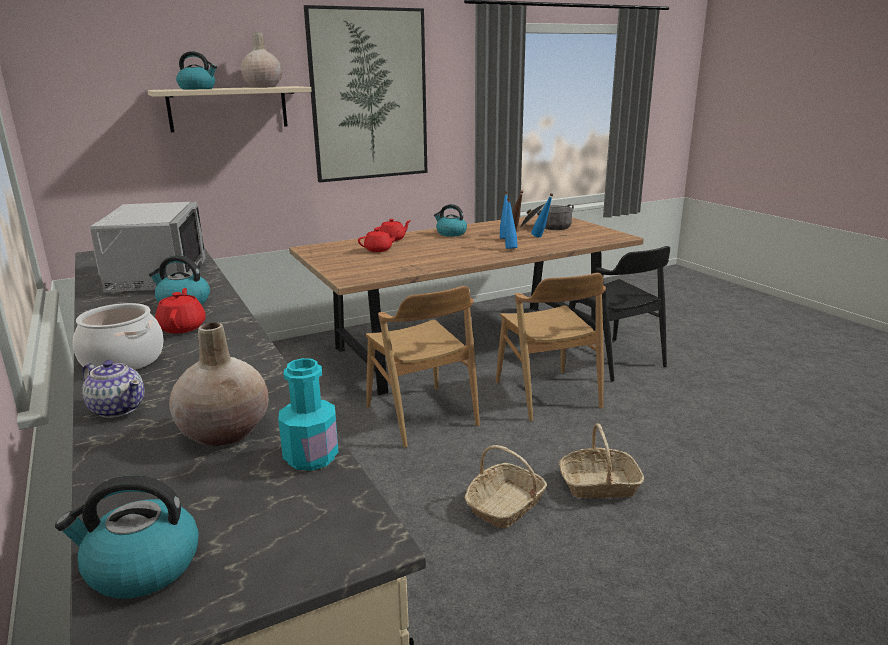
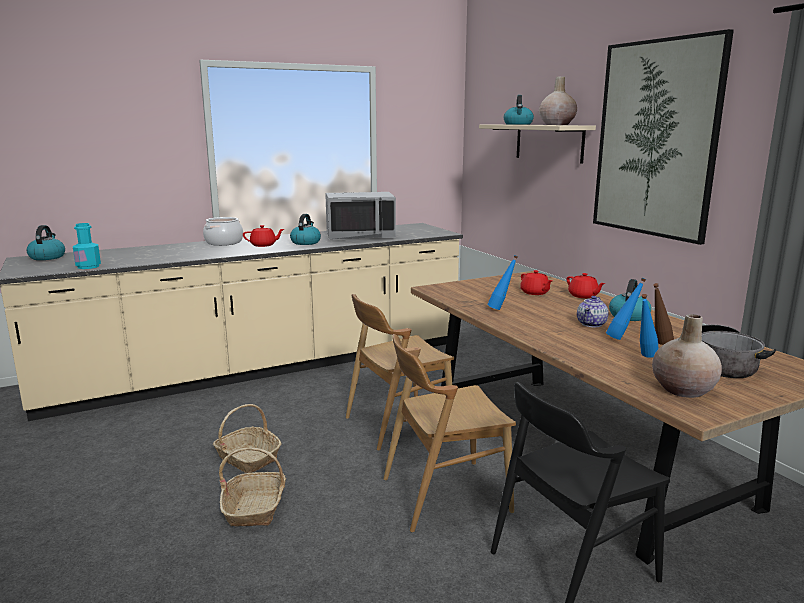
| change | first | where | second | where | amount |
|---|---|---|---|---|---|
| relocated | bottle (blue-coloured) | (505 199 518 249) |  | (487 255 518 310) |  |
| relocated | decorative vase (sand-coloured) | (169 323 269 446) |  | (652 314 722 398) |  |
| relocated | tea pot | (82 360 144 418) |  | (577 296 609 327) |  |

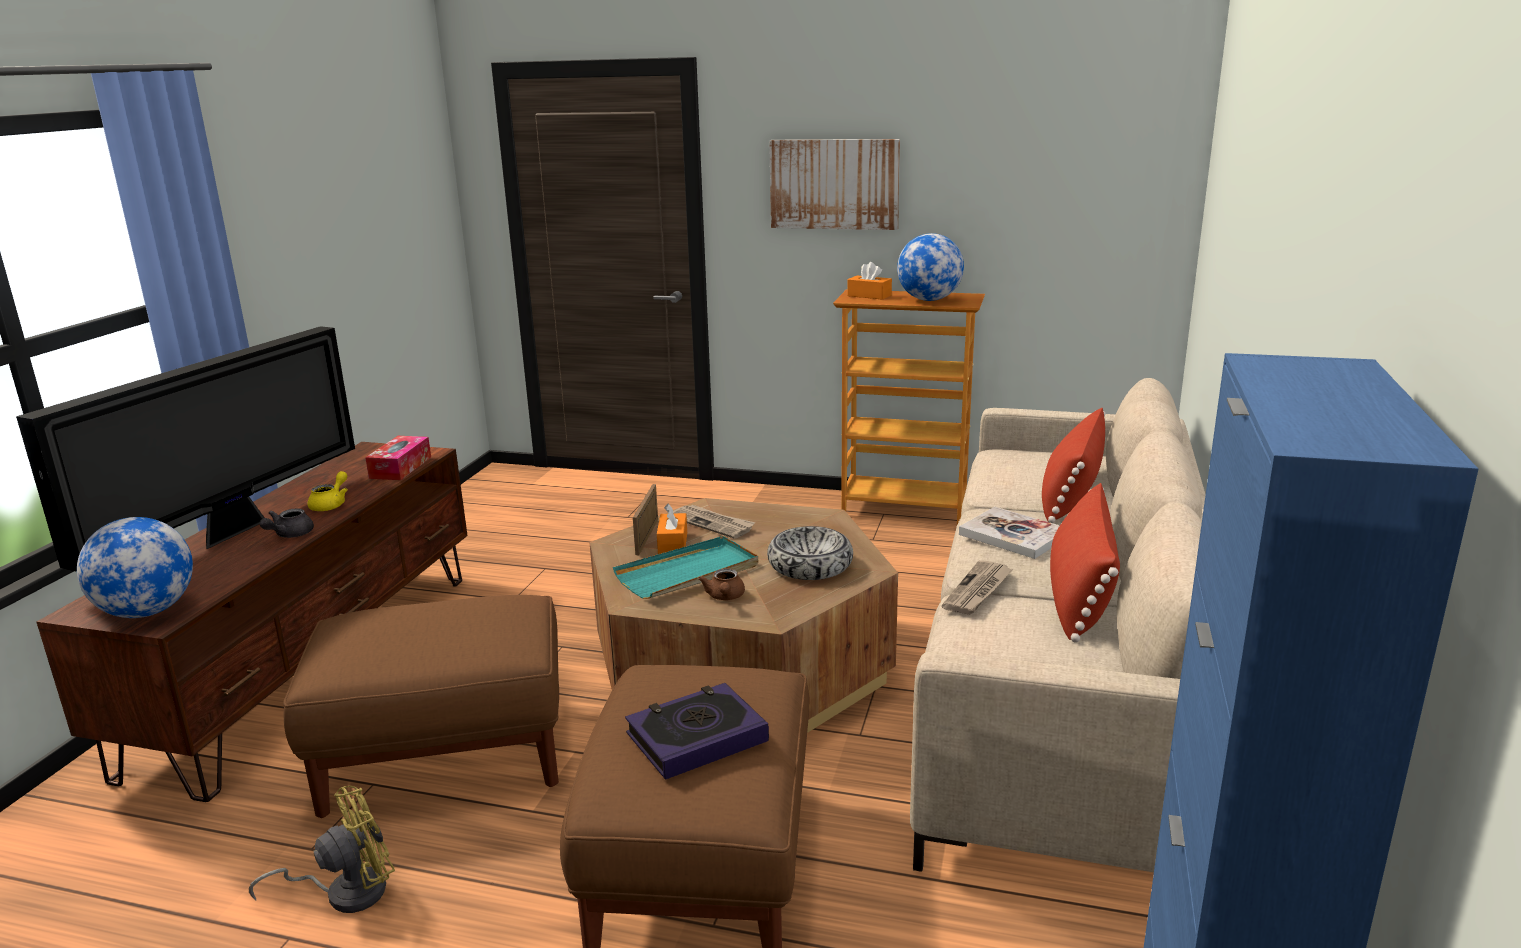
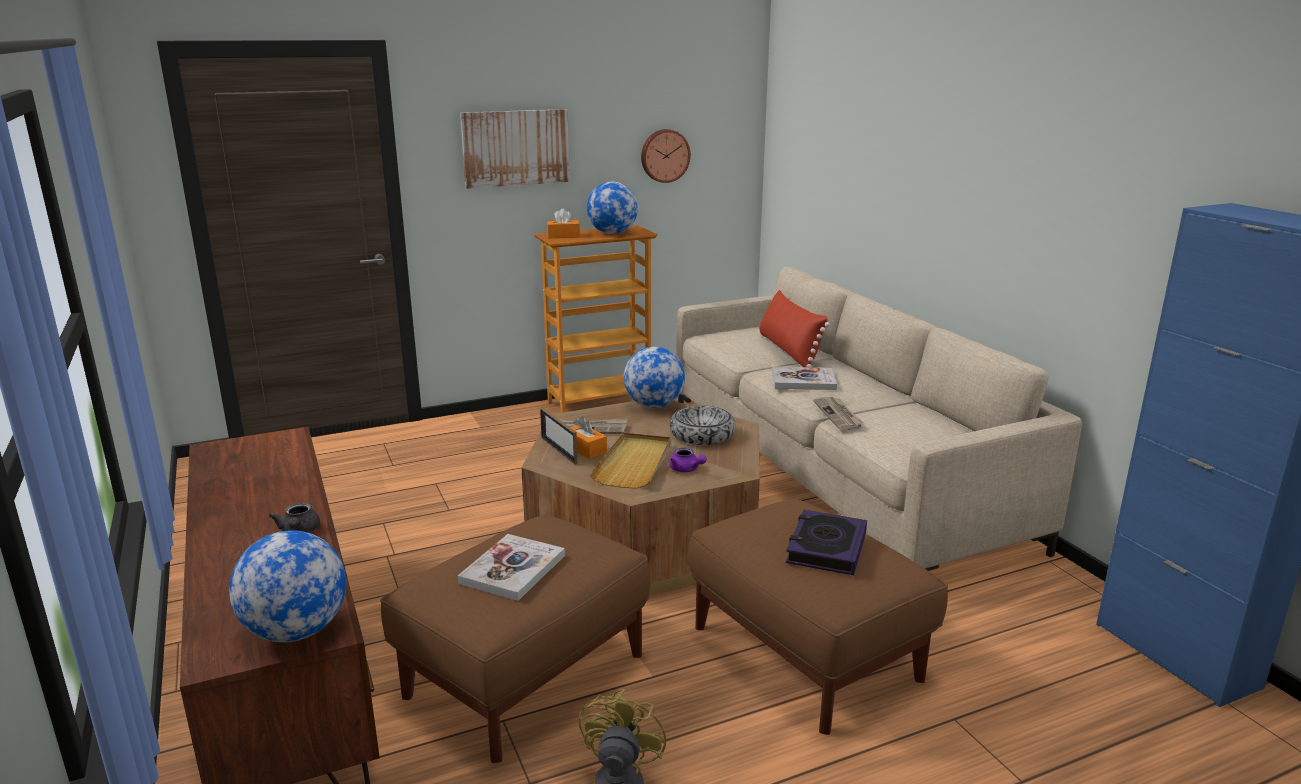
| change | first | where | second | where | amount |
|---|---|---|---|---|---|
| missing | TV set | (16 326 355 572) |  |  |  |
| missing | box of tissues | (365 436 431 480) |  |  |  |
| missing | tea pot (yellow-coloured) | (307 471 348 511) |  |  |  |
| missing | cushion (red-coloured) | (1050 483 1120 642) |  |  |  |
| colour | serving tray (blue-green) | (613 536 758 599) | serving tray (sand-coloured) | (590 433 671 489) |  |
| colour | tea pot (brown) | (698 569 745 600) | tea pot (purple-coloured) | (669 448 707 472) |  |
| appeared |  |  | clock on the wall | (641 129 691 183) |  |
| appeared |  |  | desk globe | (624 347 685 408) |  |
| appeared |  |  | bound book | (458 534 565 601) |  |

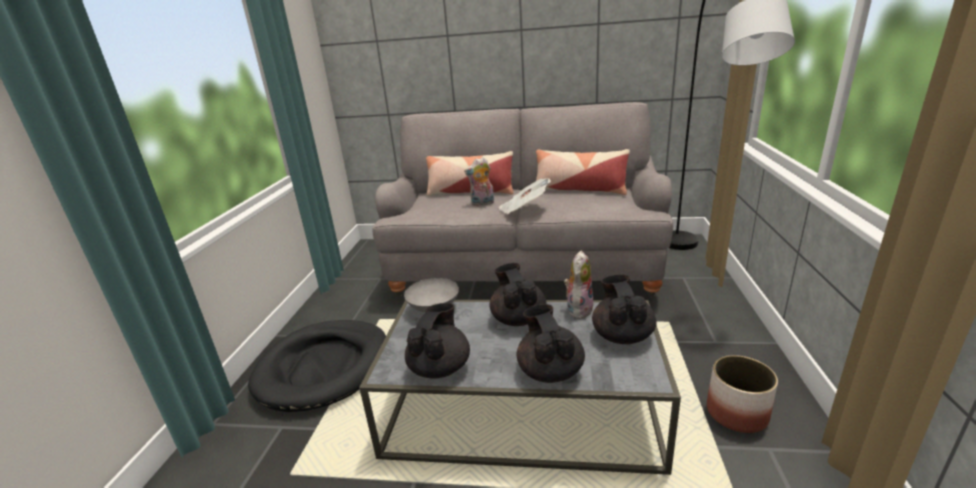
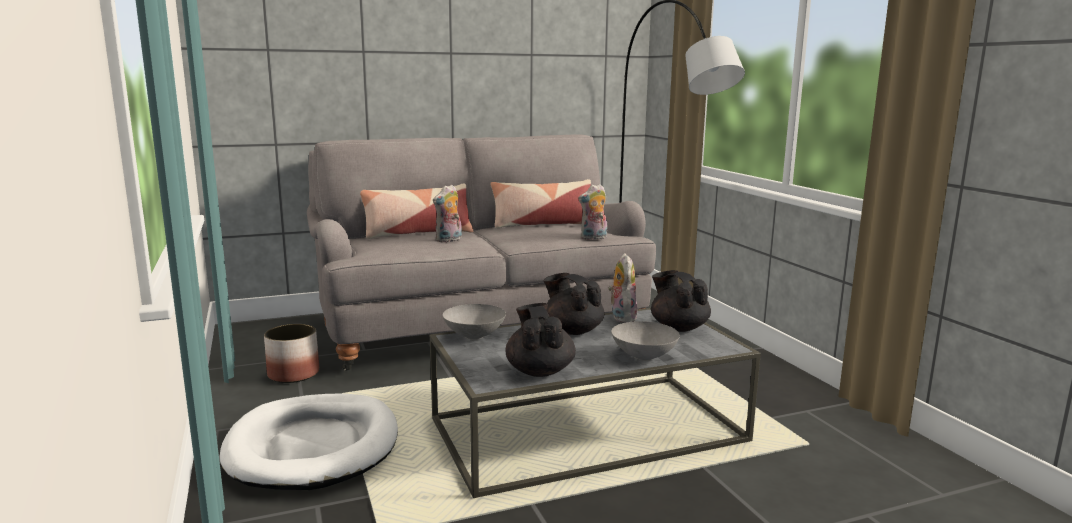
| change | first | where | second | where | amount |
|---|---|---|---|---|---|
| missing | printed paper | (499 178 551 214) |  |  |  |
| exchanged | tea pot (black) | (517 304 585 383) | deep dish (grey) | (611 321 680 361) |  |
| colour | pet bed (black) | (248 320 386 412) | pet bed (whitish) | (219 394 398 490) |  |
| relocated | planter | (707 355 778 433) |  | (264 324 319 383) |  |
| appeared |  |  | plush toy | (578 184 607 240) |  |

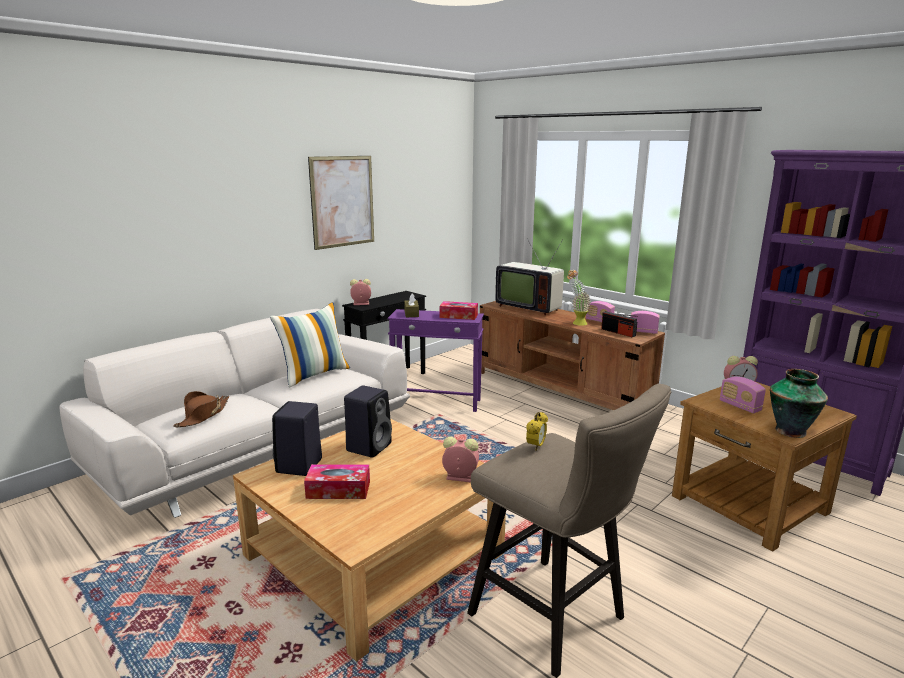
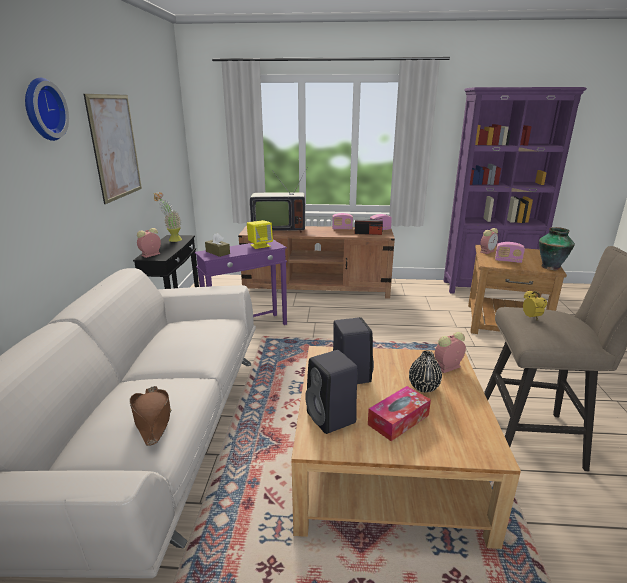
| change | first | where | second | where | amount |
|---|---|---|---|---|---|
| relocated | plant in a pot | (567 270 590 326) |  | (154 192 182 242) |  |
| exchanged | box of tissues | (440 301 478 320) | speaker (yellow-coloured) | (247 220 273 249) |  |
| missing | cushion | (270 302 350 388) |  |  |  |
| appeared |  |  | clock on the wall | (25 78 69 141) |  |
| appeared |  |  | decorative vase (black) | (409 351 442 393) |  |

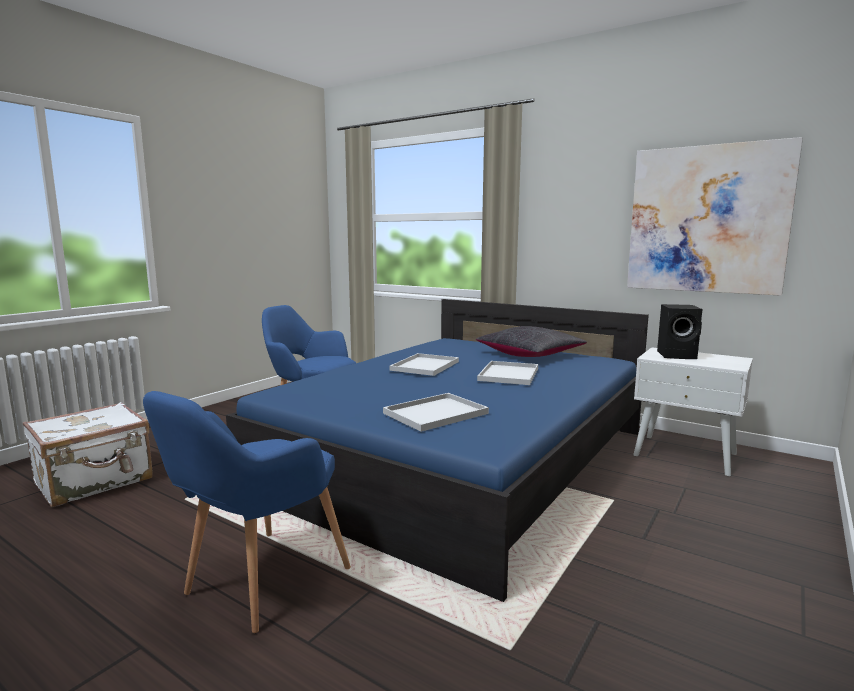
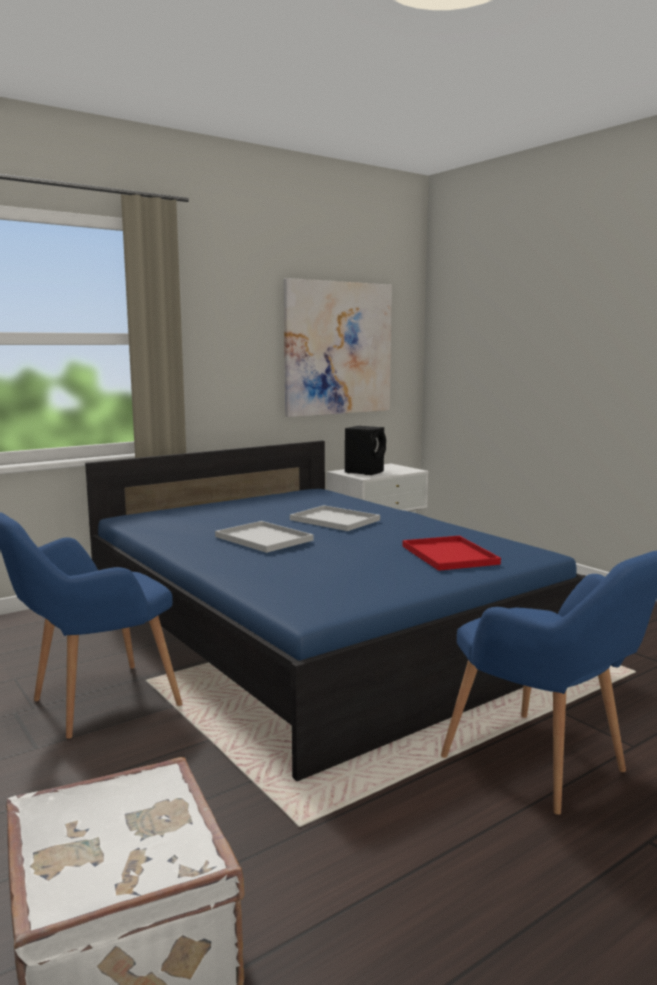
| change | first | where | second | where | amount |
|---|---|---|---|---|---|
| missing | cushion (black) | (476 326 587 357) |  |  |  |
| colour | serving tray (whitish) | (383 393 489 432) | serving tray (red-coloured) | (403 536 501 571) |  |

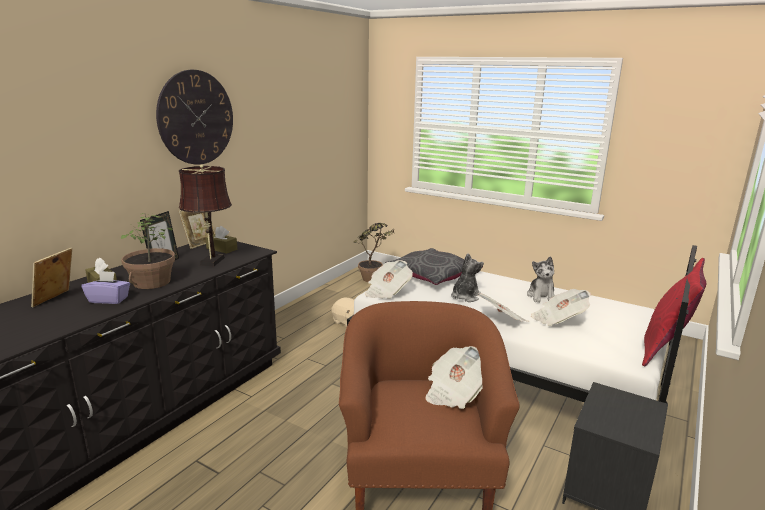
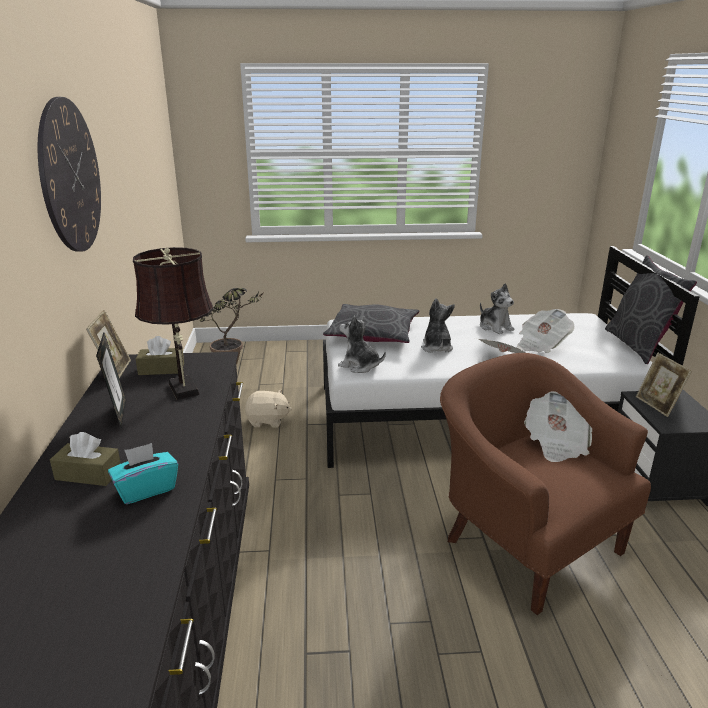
| change | first | where | second | where | amount |
|---|---|---|---|---|---|
| missing | plant in a pot | (121 213 175 289) |  |  |  |
| relocated | standing frame | (31 248 72 307) |  | (636 353 692 417) |  |
| colour | cushion (red-coloured) | (642 258 706 366) | cushion (grey) | (605 255 697 364) |  |
| exchanged | printed paper | (365 260 413 299) | plush toy | (338 316 386 373) |  |
| colour | box of tissues (purple-coloured) | (82 271 130 304) | box of tissues (blue-green) | (108 443 178 504) |  |

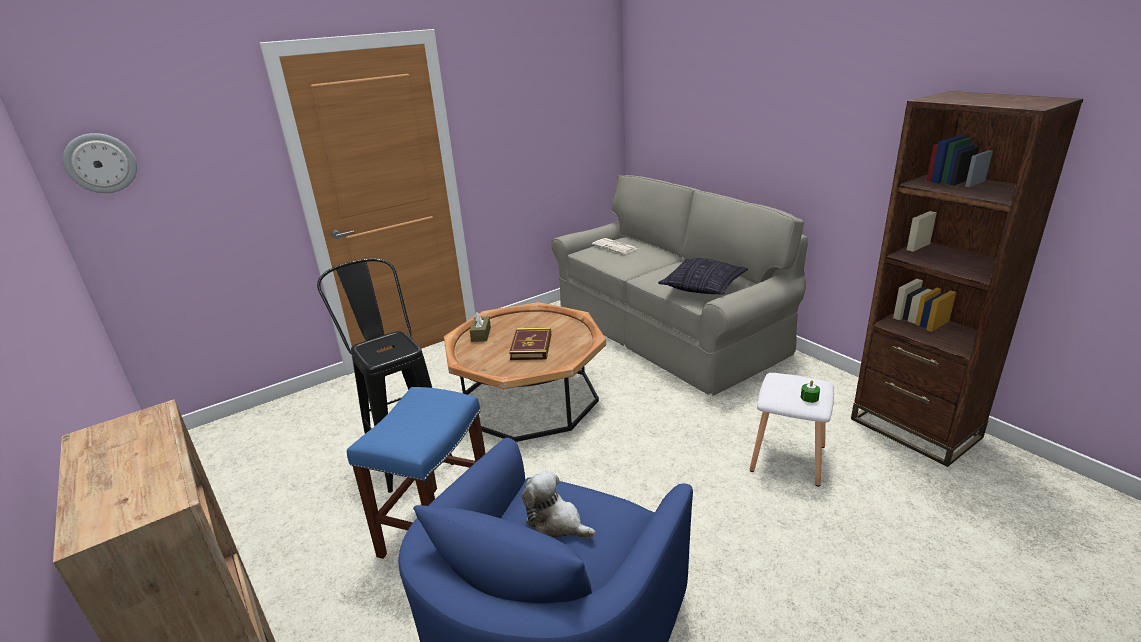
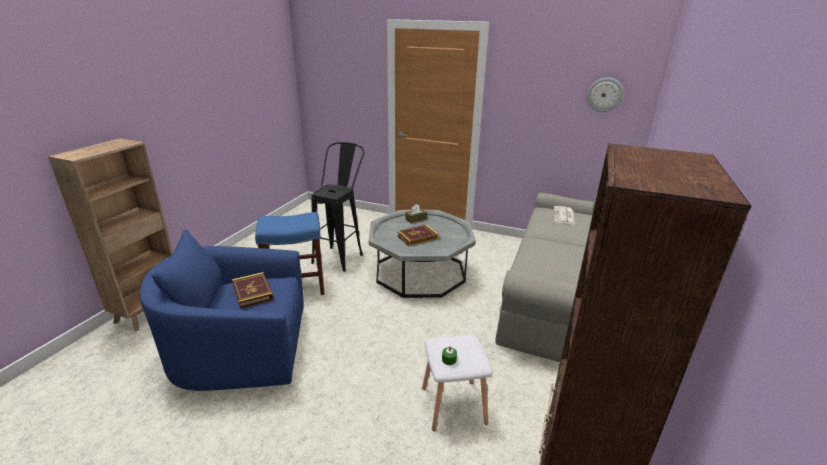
| change | first | where | second | where | amount |
|---|---|---|---|---|---|
| relocated | clock on the wall | (63 133 137 193) |  | (587 78 624 112) |  |
| missing | cushion | (658 258 748 295) |  |  |  |
| colour | low table (brown) | (444 302 606 442) | low table (grey) | (369 210 476 298) |  |
| exchanged | plush toy | (522 470 596 539) | bound book | (232 272 273 309) |  |

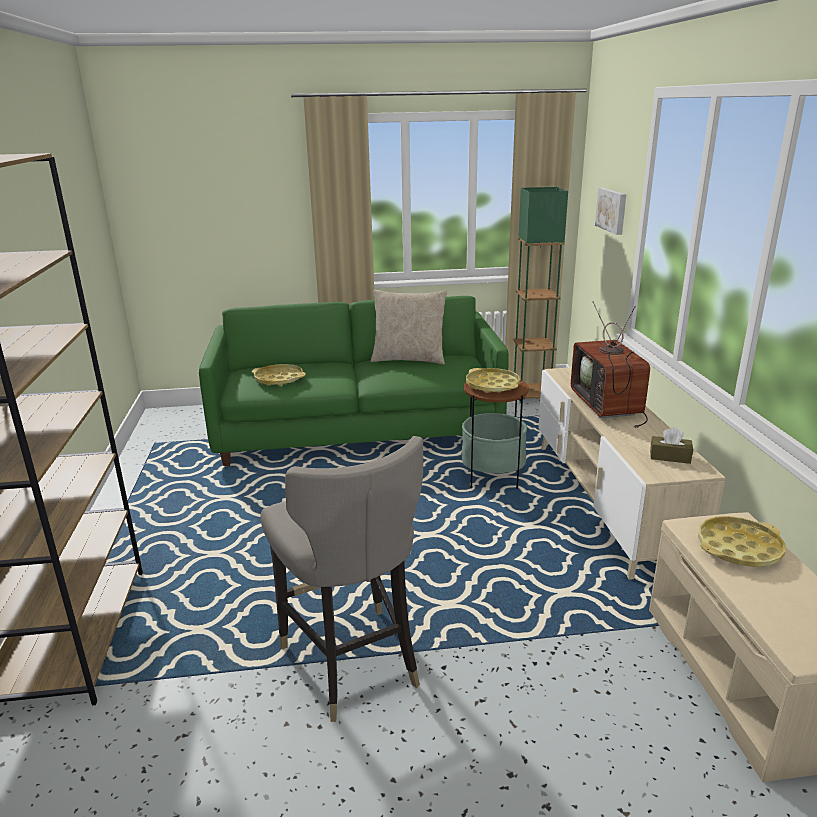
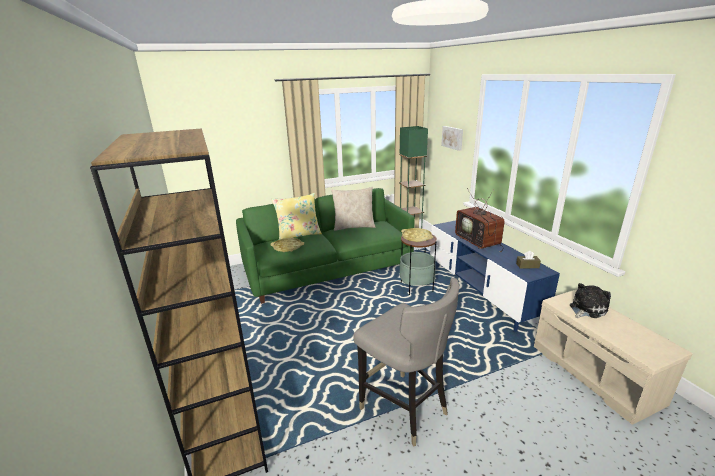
| change | first | where | second | where | amount |
|---|---|---|---|---|---|
| colour | tv stand (sand-coloured) | (538 367 725 580) | tv stand (blue-coloured) | (430 220 560 332) |  |
| exchanged | serving tray (yellow-coloured) | (698 516 785 567) | plush toy | (570 283 611 318) |  |
| appeared |  |  | cushion (yellow-coloured) | (271 193 322 240) |  |

